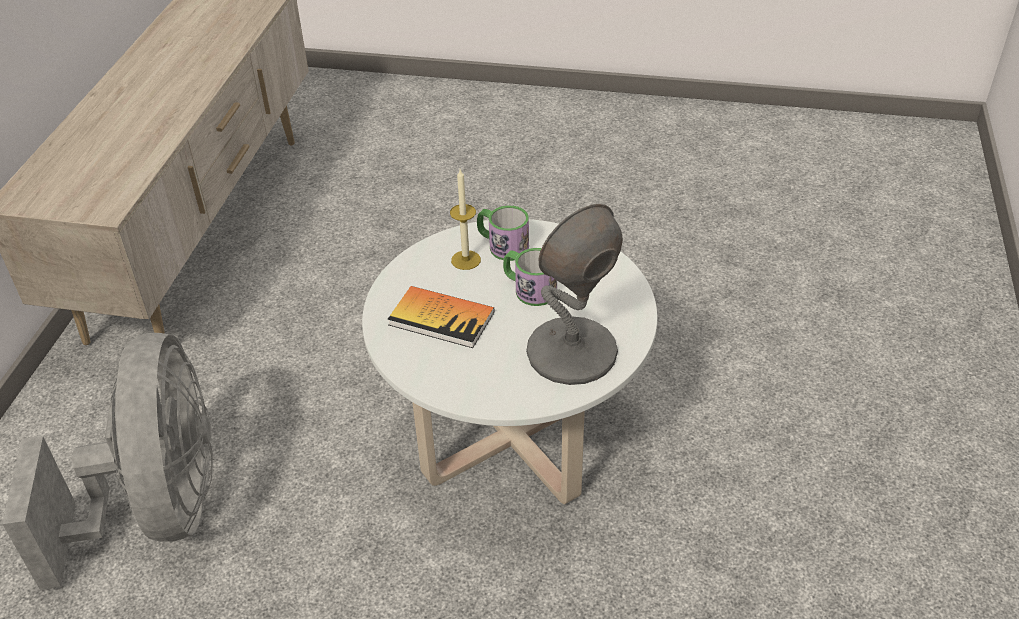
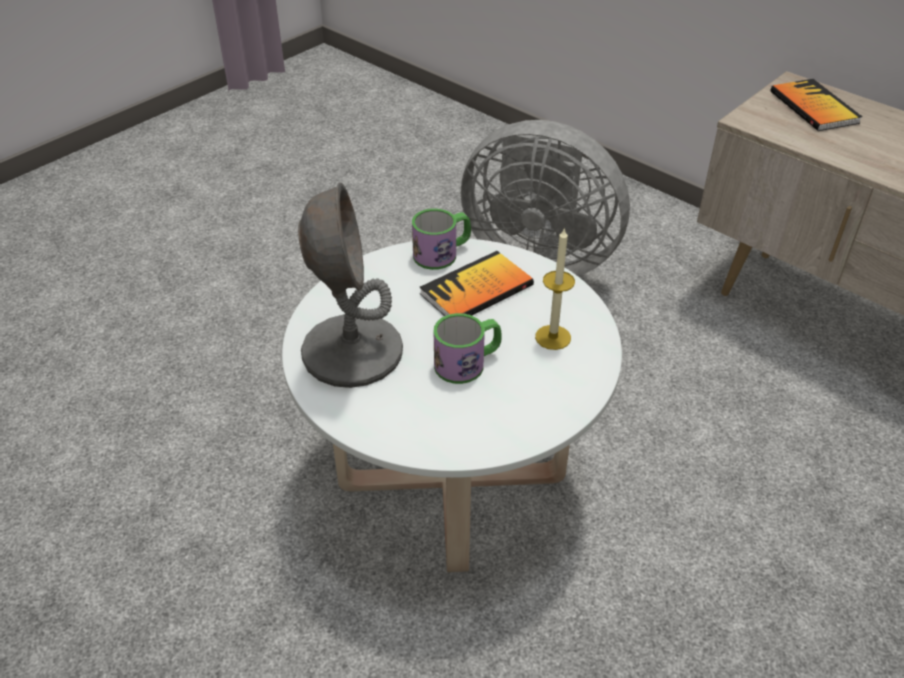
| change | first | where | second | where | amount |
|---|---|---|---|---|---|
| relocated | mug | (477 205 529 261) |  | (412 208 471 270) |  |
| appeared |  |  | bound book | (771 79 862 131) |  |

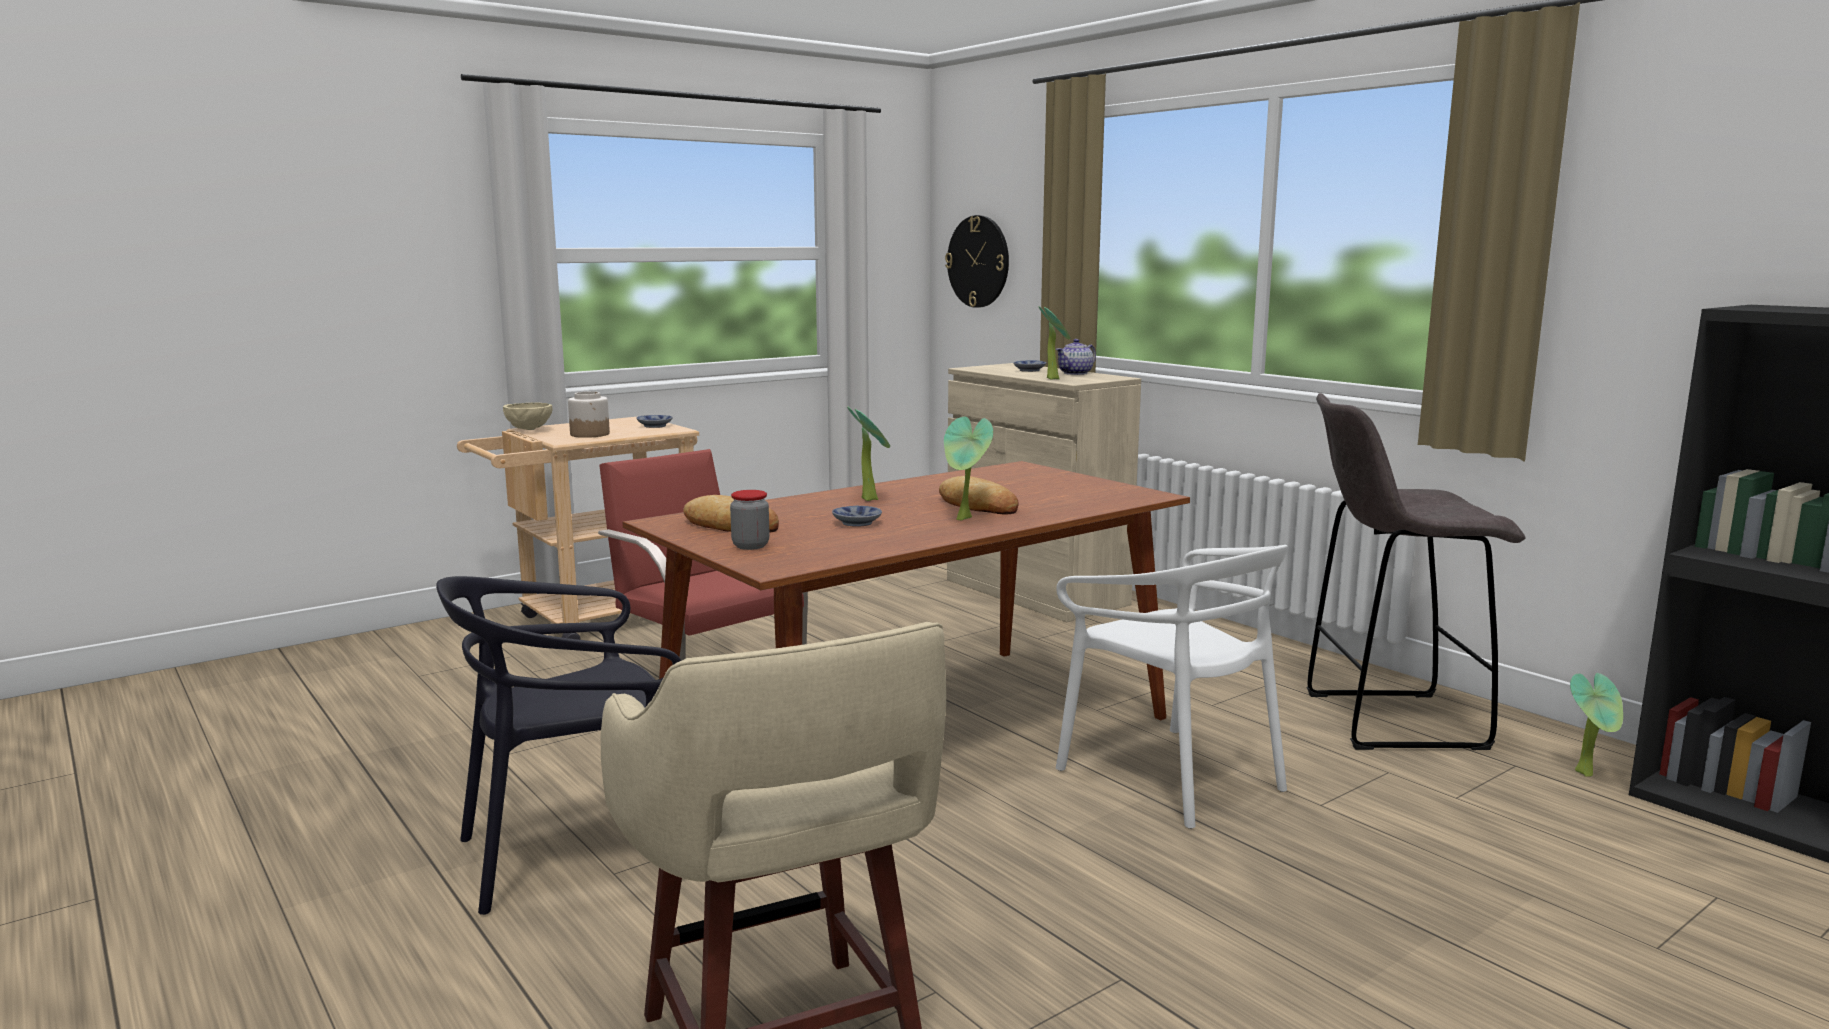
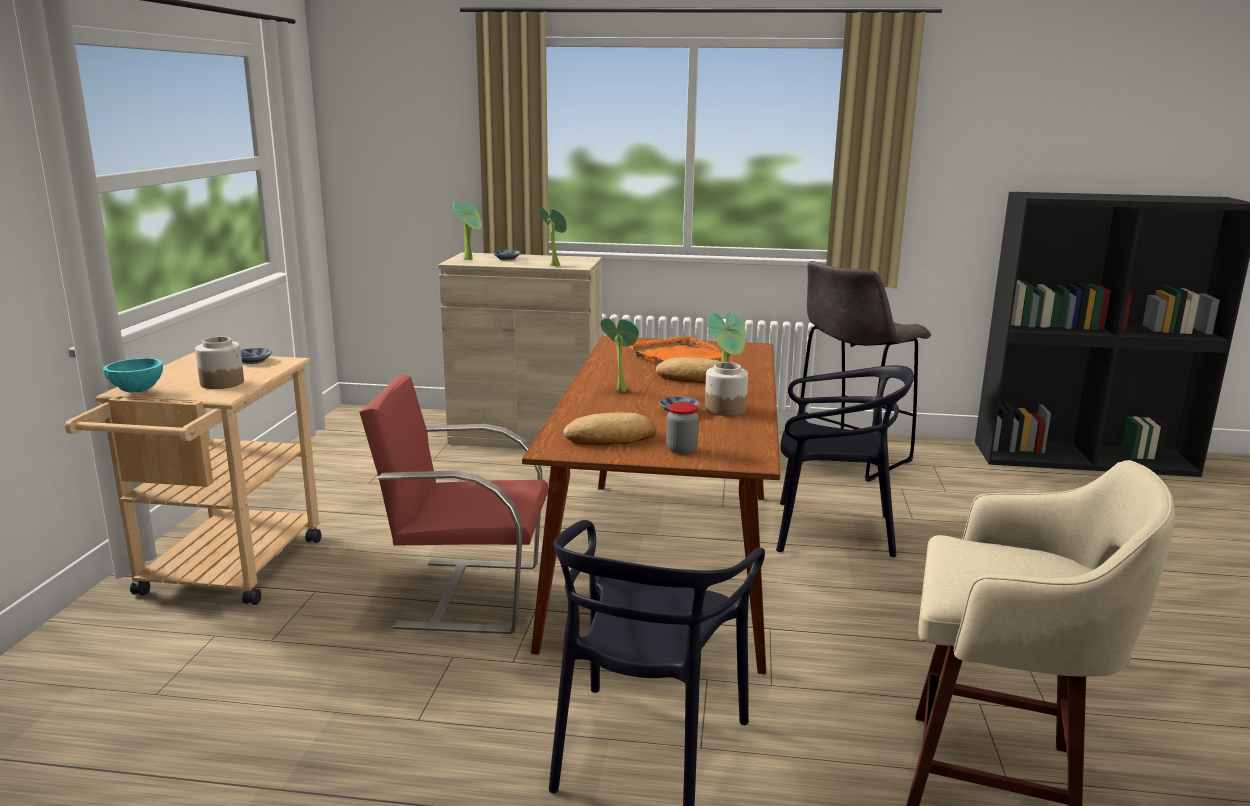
| change | first | where | second | where | amount |
|---|---|---|---|---|---|
| missing | clock on the wall | (945 215 1009 308) |  |  |  |
| missing | tea pot | (1056 339 1096 375) |  |  |  |
| colour | deep dish (sand-coloured) | (503 402 552 430) | deep dish (blue-green) | (103 358 163 393) |  |
| colour | chair (whitish) | (1056 545 1288 829) | chair (black) | (776 365 914 557) |  |
| relocated | plant in a pot | (1570 673 1623 777) |  | (453 201 482 260) |  |
| appeared |  |  | serving tray (orange-coloured) | (628 336 722 364) |  |
| appeared |  |  | storage jar | (705 362 748 416) |  |

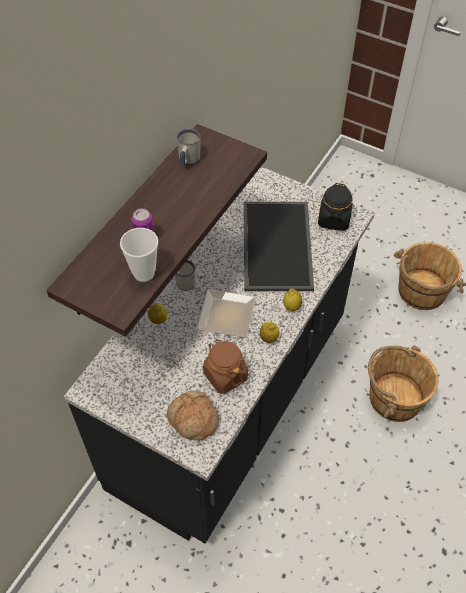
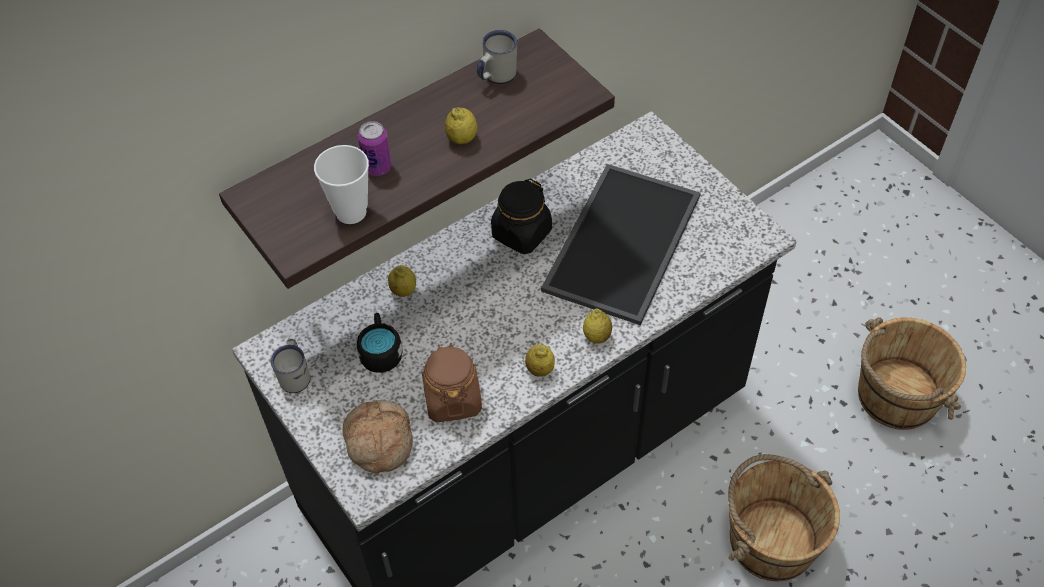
| change | first | where | second | where | amount |
|---|---|---|---|---|---|
| relocated | storage jar (black) | (318 183 353 231) |  | (491 178 552 254) |  |
| relocated | mug (whitish) | (175 260 195 291) |  | (271 339 310 393) |  |
| missing | flat dish | (197 289 256 338) |  |  |  |
| appeared |  |  | lemon | (445 107 478 145) |  |
| appeared |  |  | mug (black) | (356 313 403 373) |  |

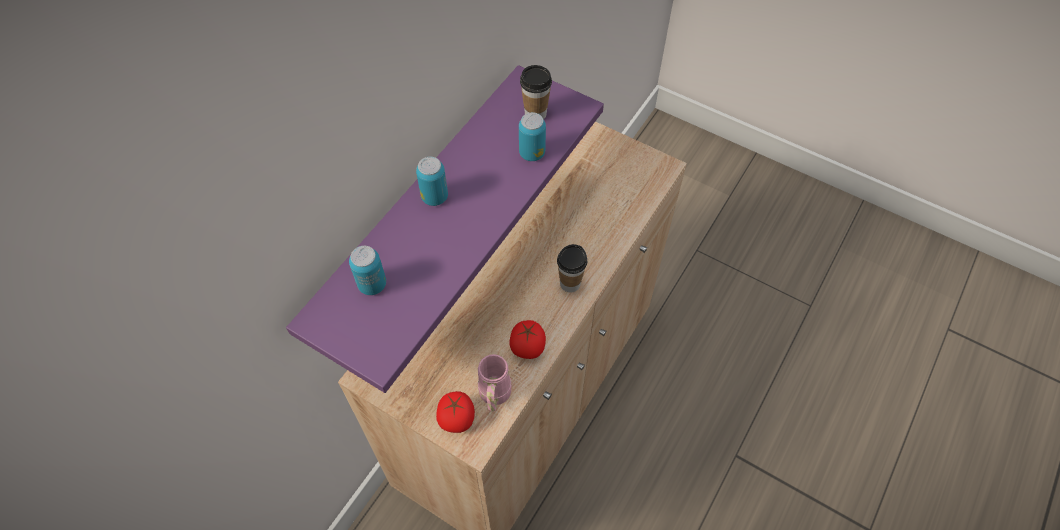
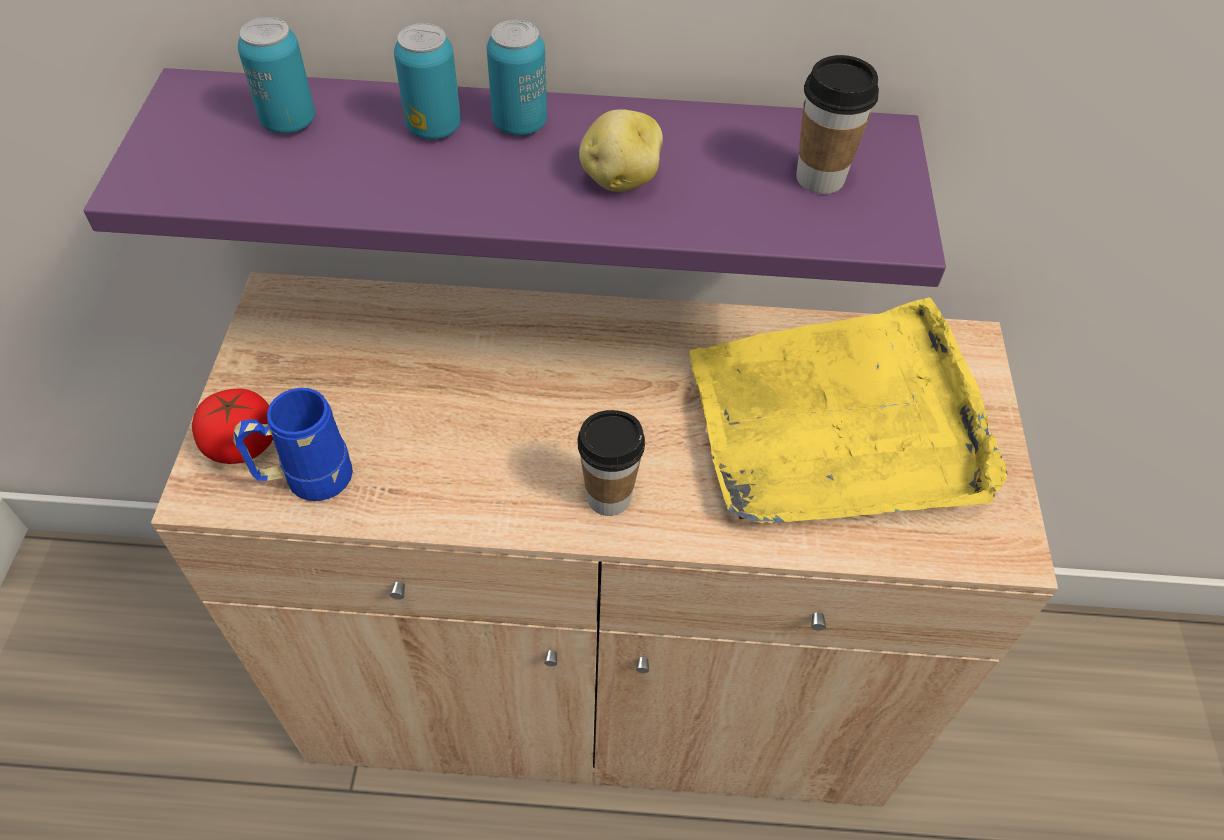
| change | first | where | second | where | amount |
|---|---|---|---|---|---|
| relocated | metal can | (519 112 546 161) |  | (394 23 461 139) |  |
| missing | fresh tomato | (509 320 546 359) |  |  |  |
| colour | mug (pinkish) | (478 354 512 411) | mug (blue-coloured) | (233 388 353 501) |  |
| appeared |  |  | whole potato | (579 109 663 192) |  |
| appeared |  |  | serving tray (yellow-coloured) | (689 297 1008 523) |  |

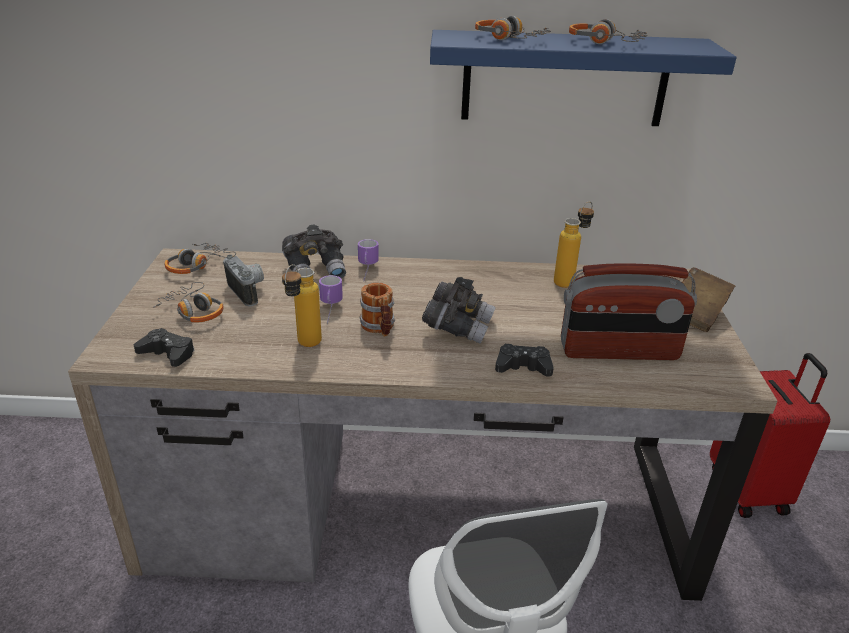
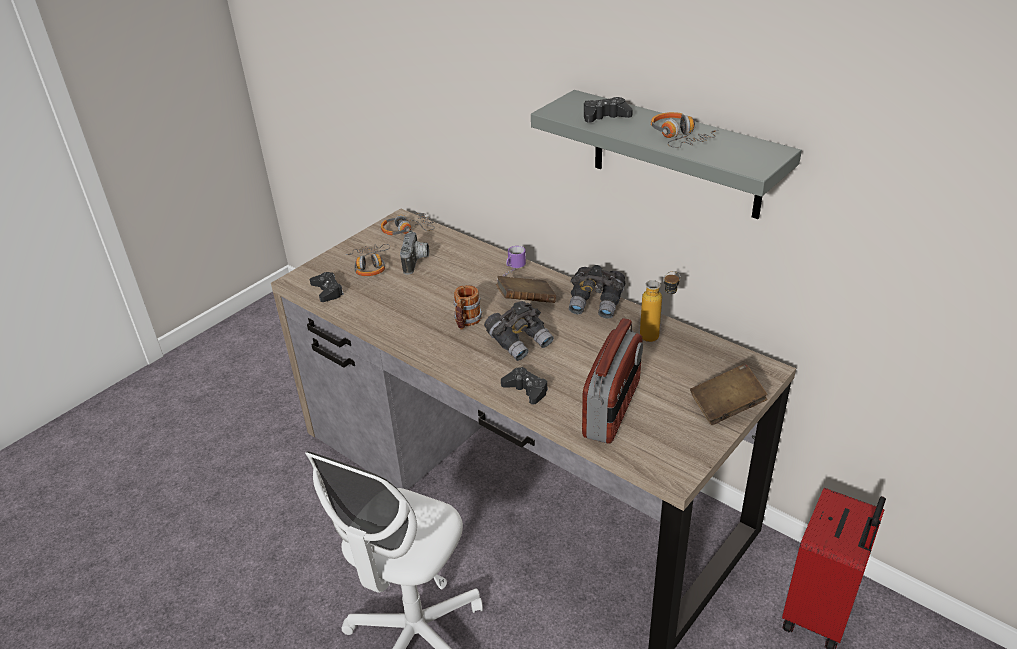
| change | first | where | second | where | amount |
|---|---|---|---|---|---|
| exchanged | pair of headphones | (475 16 551 40) | joypad (black) | (584 97 633 123) |  |
| colour | shelf (blue-coloured) | (430 30 737 126) | shelf (grey) | (531 90 802 219) |  |
| relocated | pair of binoculars (grey) | (282 225 346 279) |  | (569 265 625 319) |  |
| spun | radio receiver | (561 263 697 360) |  | (582 318 643 444) | 105 degrees counterclockwise |
| missing | bottle | (282 264 322 347) |  |  |  |
| missing | mug | (319 275 343 325) |  |  |  |
| appeared |  |  | bound book (brown) | (496 276 556 303) |  |

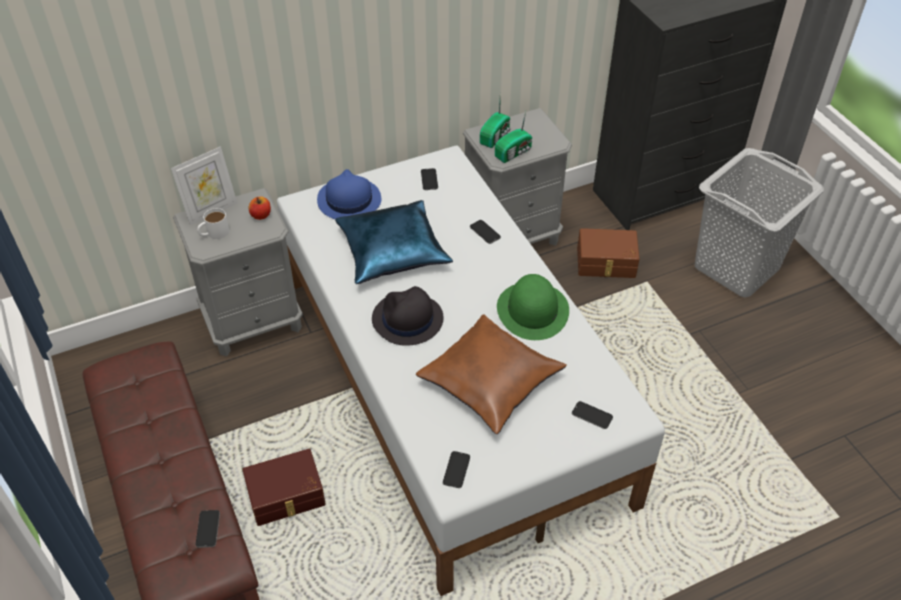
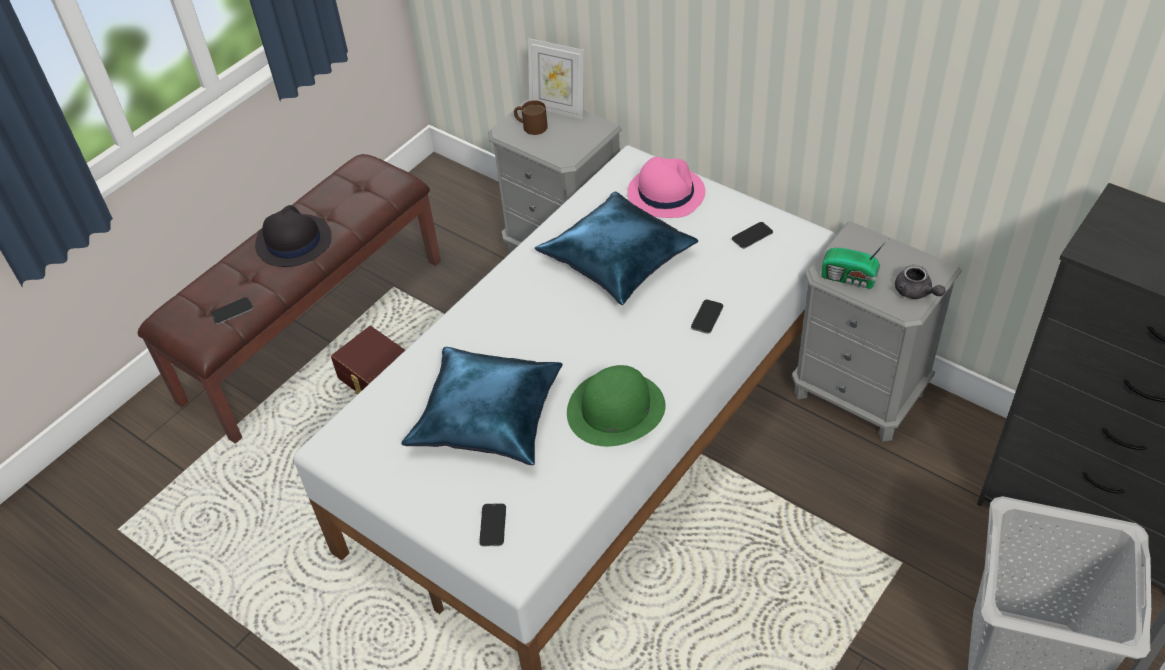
| change | first | where | second | where | amount |
|---|---|---|---|---|---|
| missing | radio receiver | (480 100 511 148) |  |  |  |
| colour | wearable hat (blue-coloured) | (317 169 381 219) | wearable hat (pinkish) | (627 157 705 218) |  |
| missing | apple | (249 196 271 220) |  |  |  |
| colour | mug (whitish) | (197 208 229 239) | mug (brown) | (514 100 548 135) |  |
| missing | storage container (brown) | (577 228 640 278) |  |  |  |
| relocated | wearable hat (black) | (372 286 443 346) |  | (255 205 332 267) |  |
| colour | cushion (brown) | (416 315 567 434) | cushion (blue-coloured) | (401 347 562 465) |  |
| missing | handset | (443 451 470 488) |  |  |  |
| appeared |  |  | tea pot (grey) | (895 265 945 299) |  |

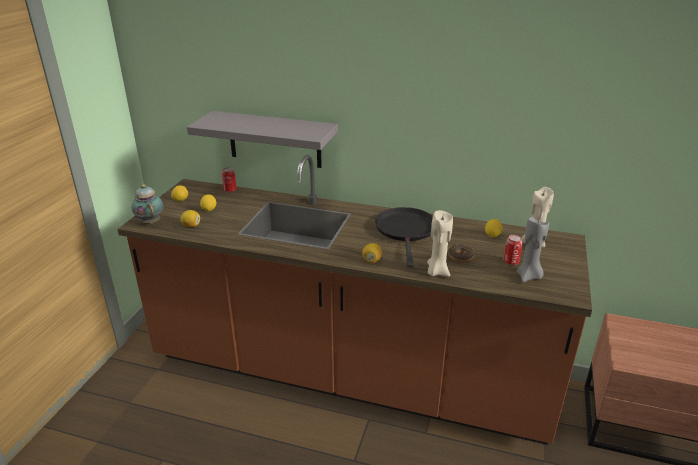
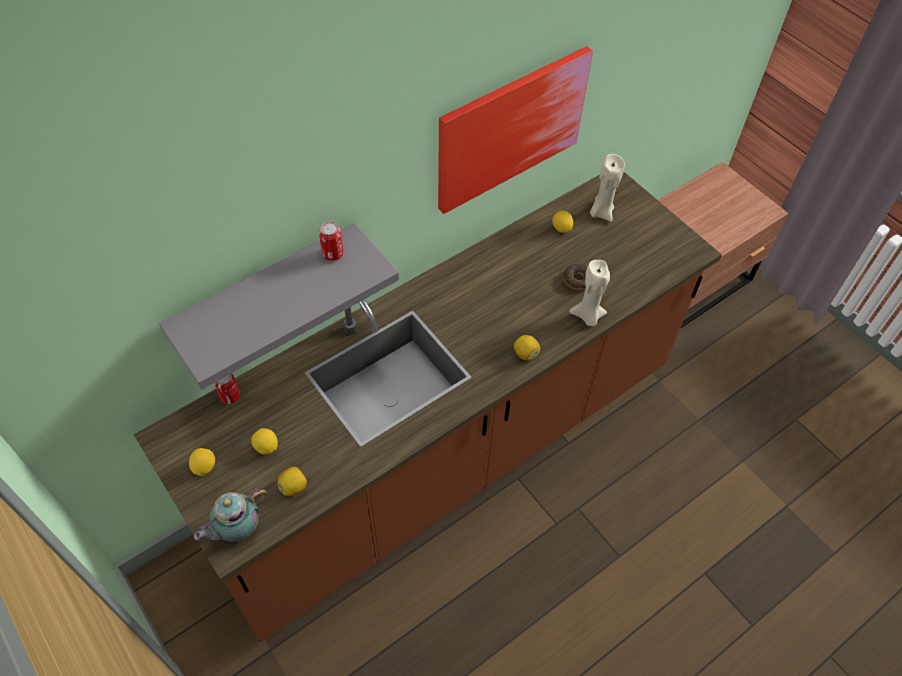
| change | first | where | second | where | amount |
|---|---|---|---|---|---|
| spun | tea pot | (131 184 163 224) |  | (194 488 267 542) | 45 degrees counterclockwise |
| missing | skillet (black) | (375 207 433 267) |  |  |  |
| missing | candle (grey) | (516 217 549 282) |  |  |  |
| relocated | metal can | (503 235 523 265) |  | (319 221 344 261) |  |
| appeared |  |  | wall picture | (438 46 593 214) |  |

